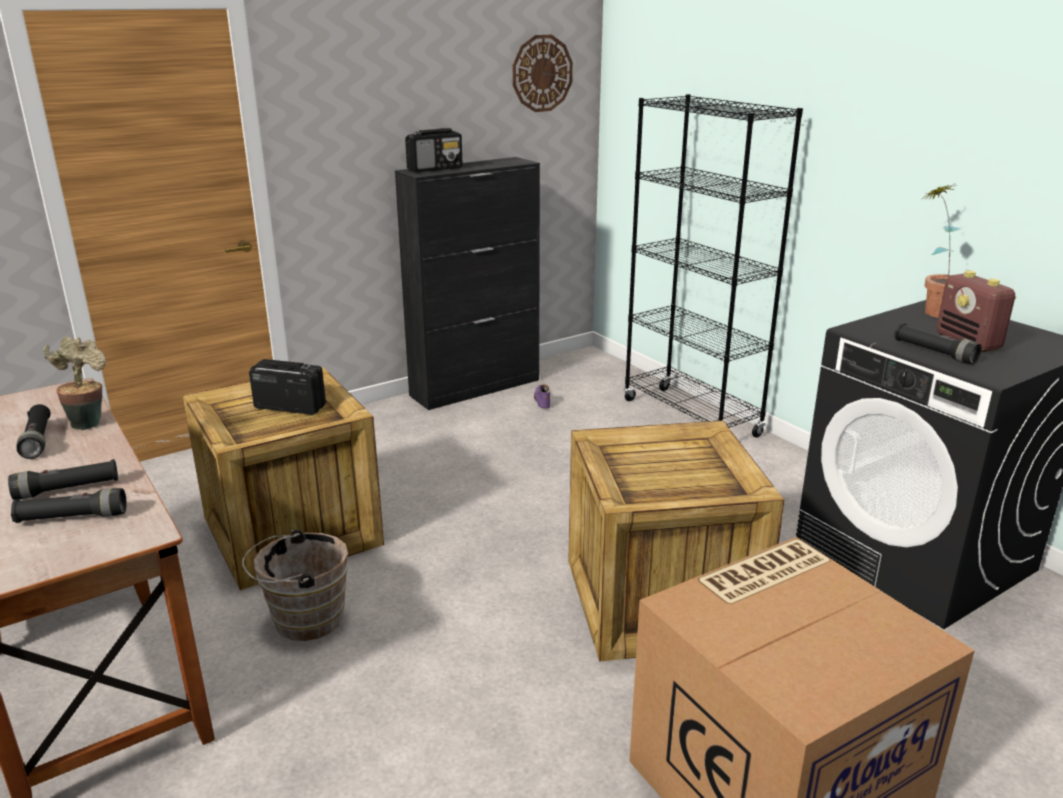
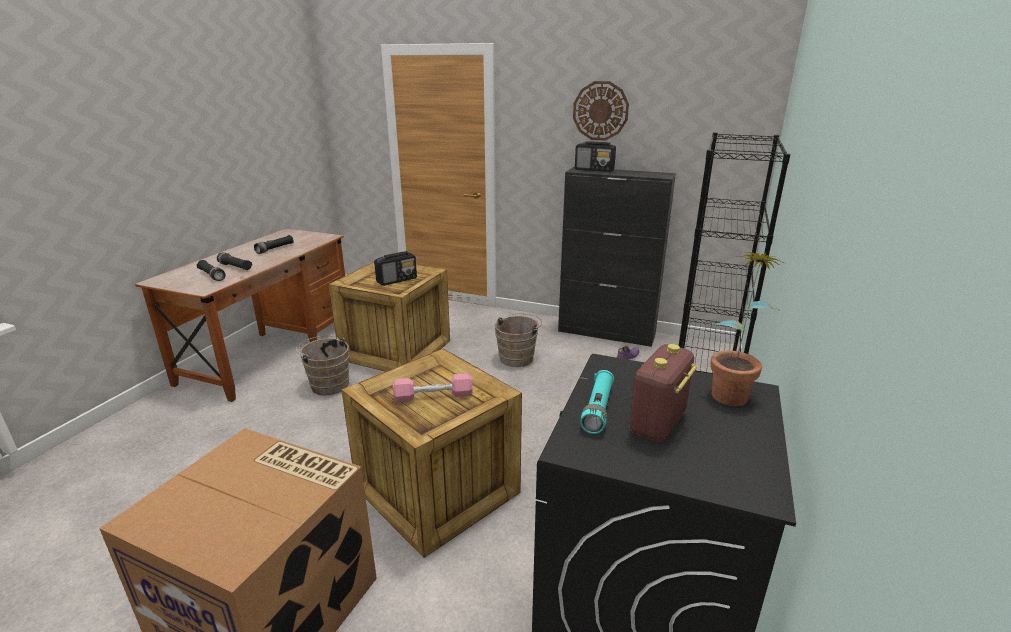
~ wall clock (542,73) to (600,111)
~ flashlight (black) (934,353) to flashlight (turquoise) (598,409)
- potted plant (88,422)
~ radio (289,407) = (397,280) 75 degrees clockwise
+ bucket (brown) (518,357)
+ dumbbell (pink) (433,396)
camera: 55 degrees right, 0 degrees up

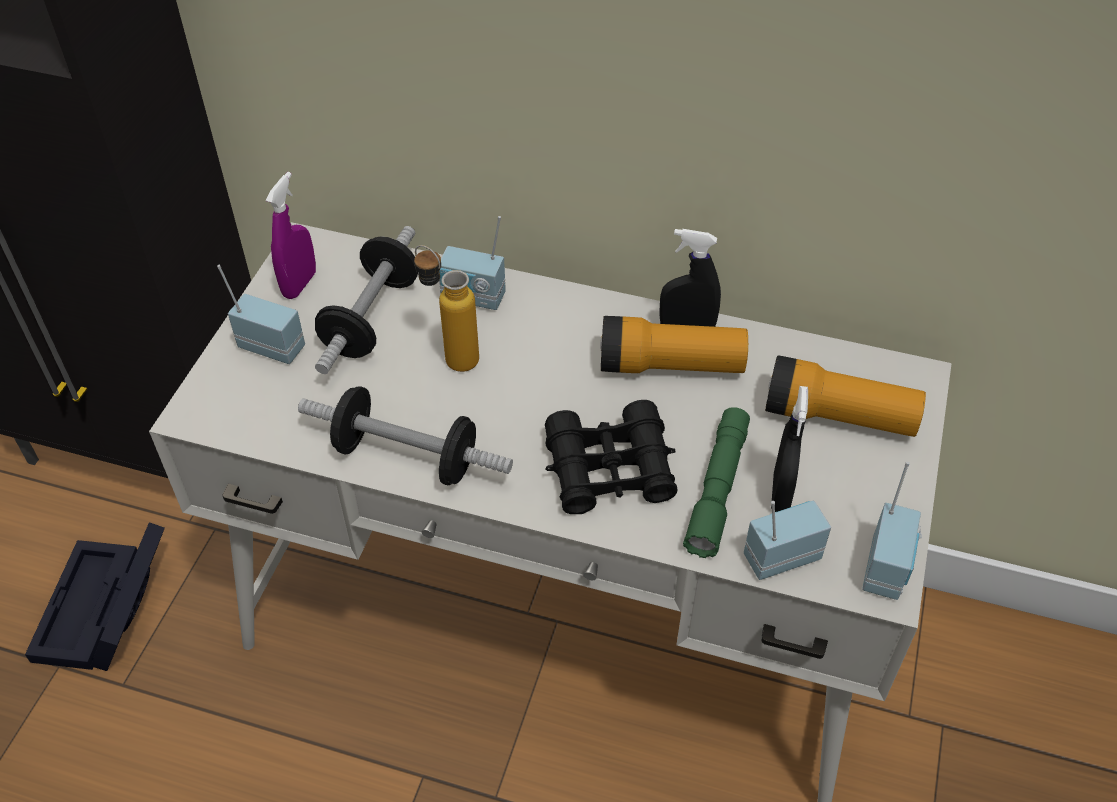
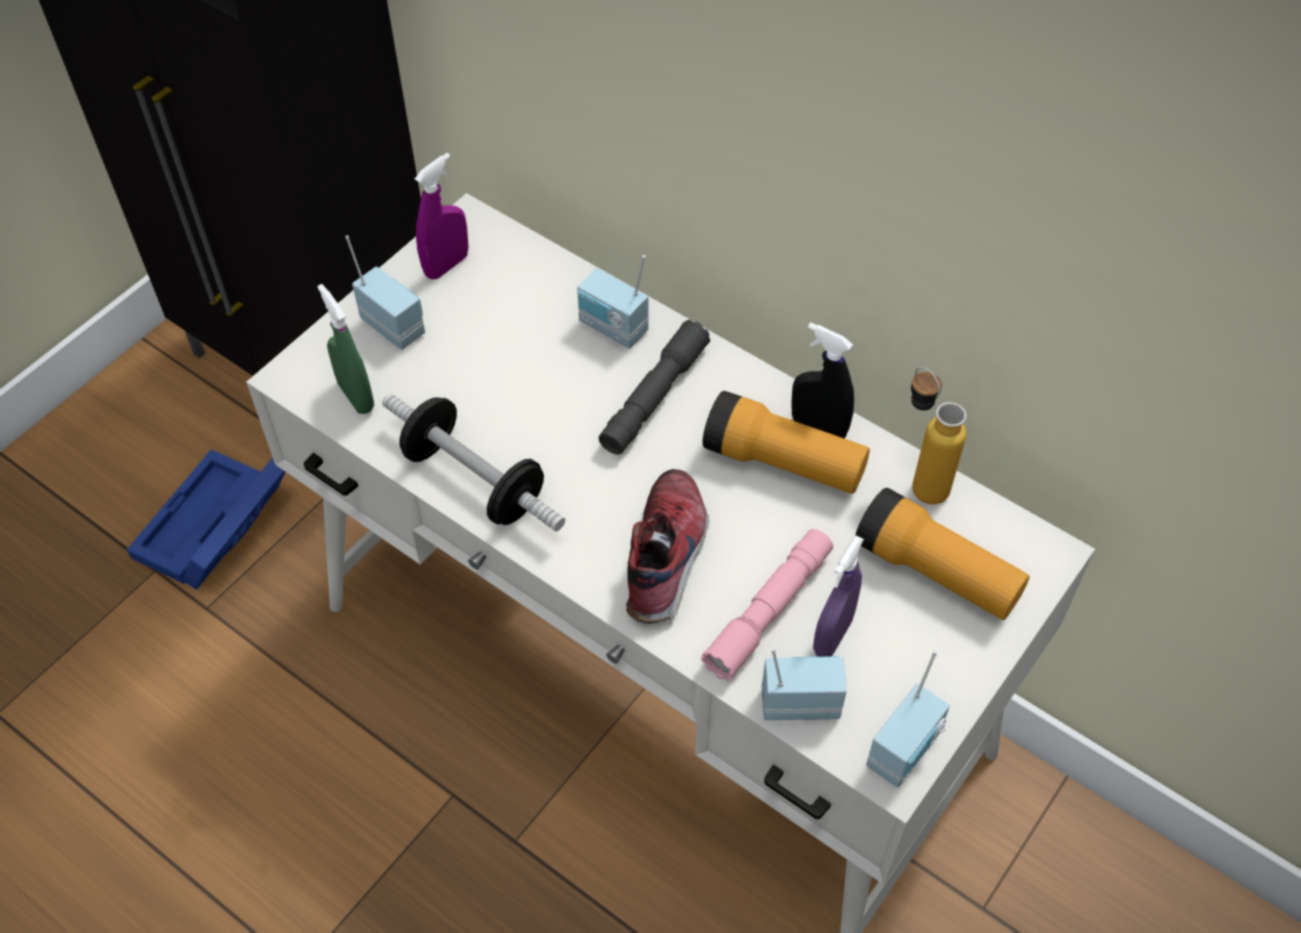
- dumbbell (371,318)
~ bottle (450,355) to (919,480)
~ spray bottle (black) (780,493) to spray bottle (purple) (832,636)
~ binoculars (black) (610,469) to shoe (668,556)
~ flashlight (green) (717,489) to flashlight (pink) (768,611)
~ storage box (black) (106,613) to storage box (blue) (215,531)
+ spray bottle (green) (356,396)
+ flashlight (grey) (654,397)
camera: 20 degrees right, 5 degrees up

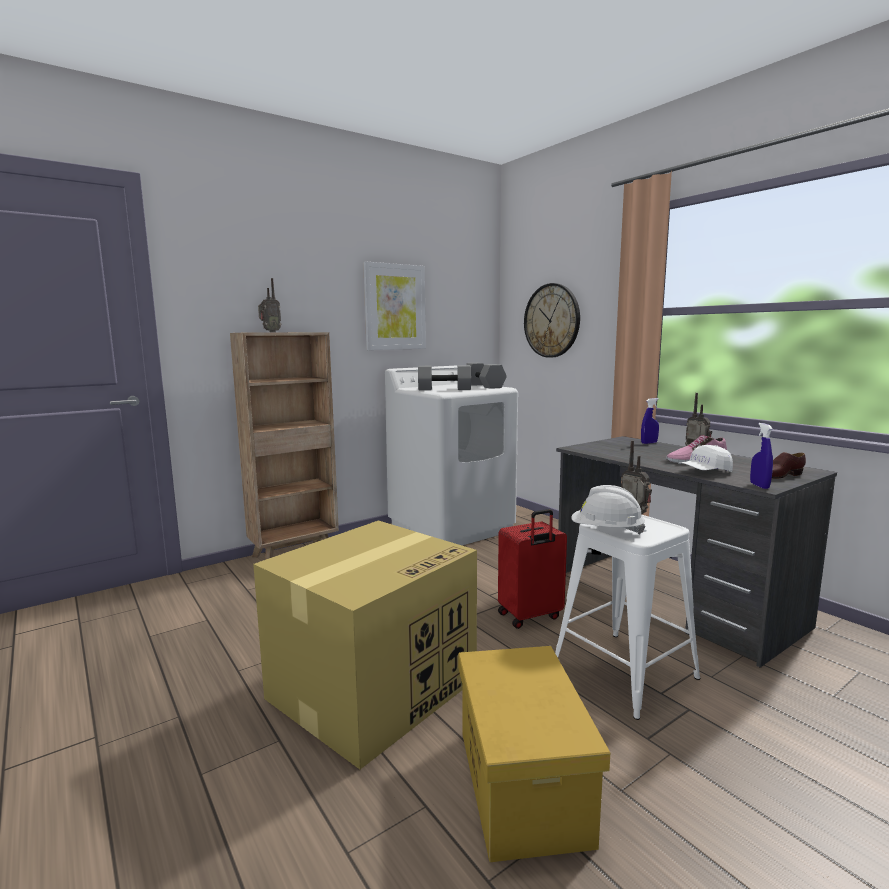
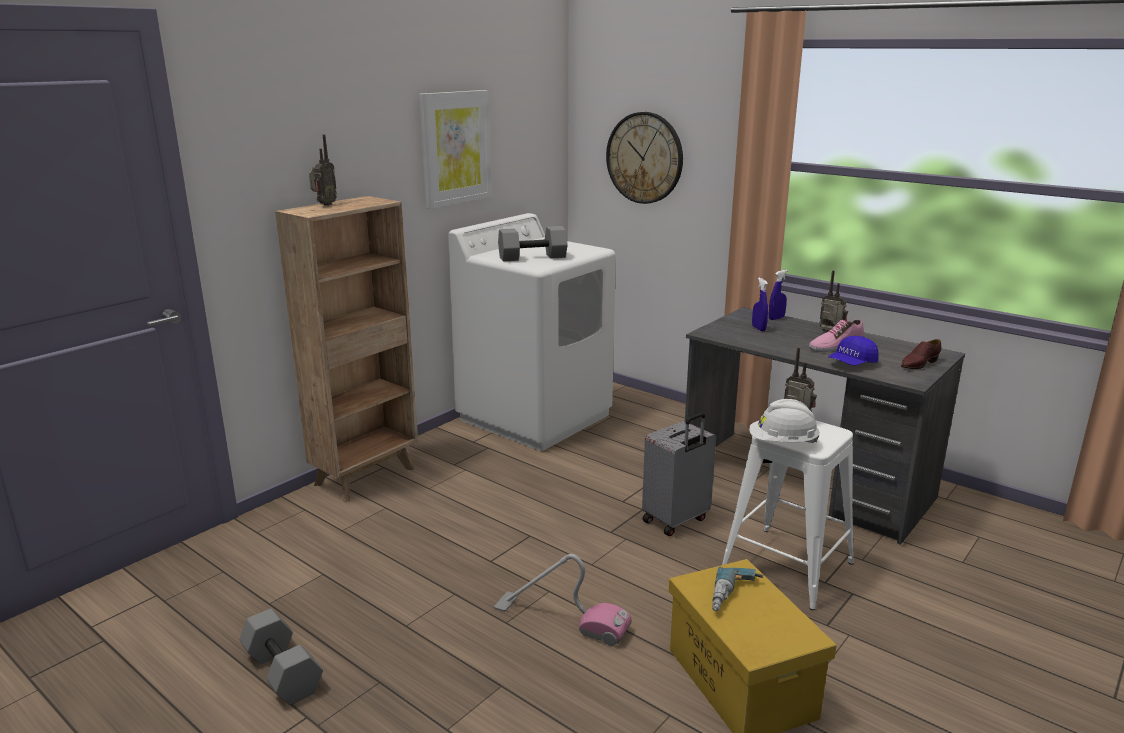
~ dumbbell (grey) (484,386) to (284,672)
~ spray bottle (blue) (759,486) to (758,329)
~ cap (white) (704,472) to cap (blue) (852,364)
~ suitcase (red) (530,616) to suitcase (grey) (676,521)
~ cardboard box (374,687) to vacuum cleaner (561,619)
+ power drill (735,597)
camera: 15 degrees left, 10 degrees up

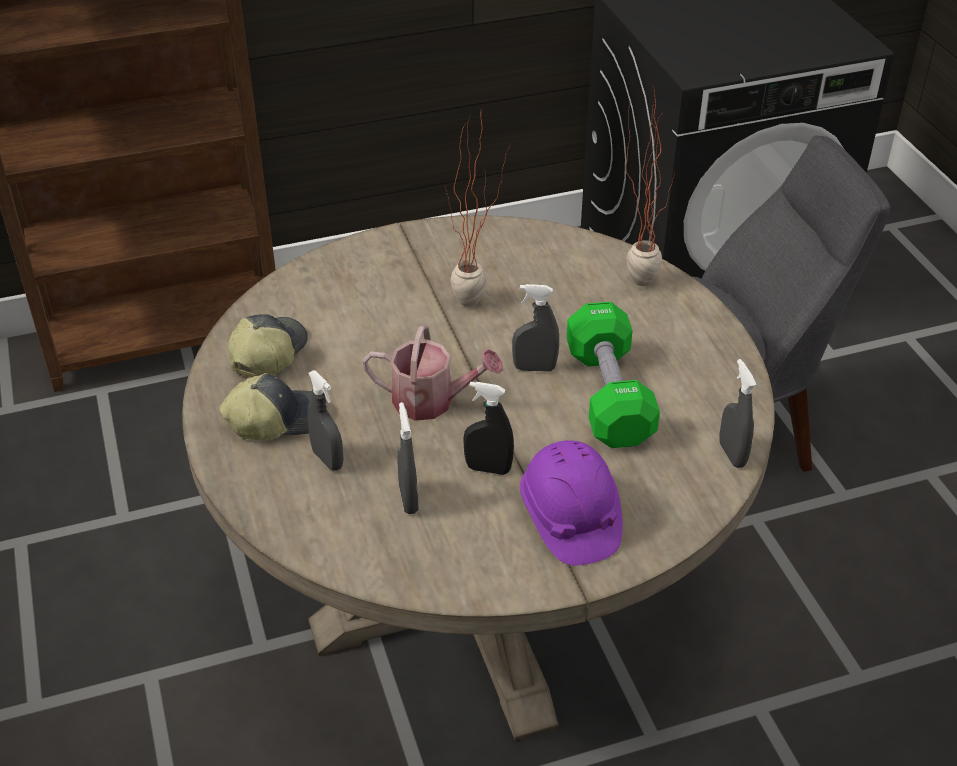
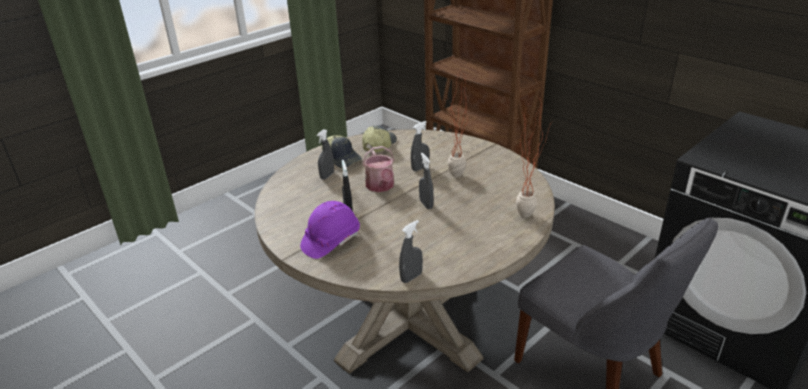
- dumbbell (green) (609,396)
~ cap (267,354) = (378,145) 60 degrees counterclockwise
~ spray bottle (grey) (408,499) to (420,168)
camera: 65 degrees right, 10 degrees down

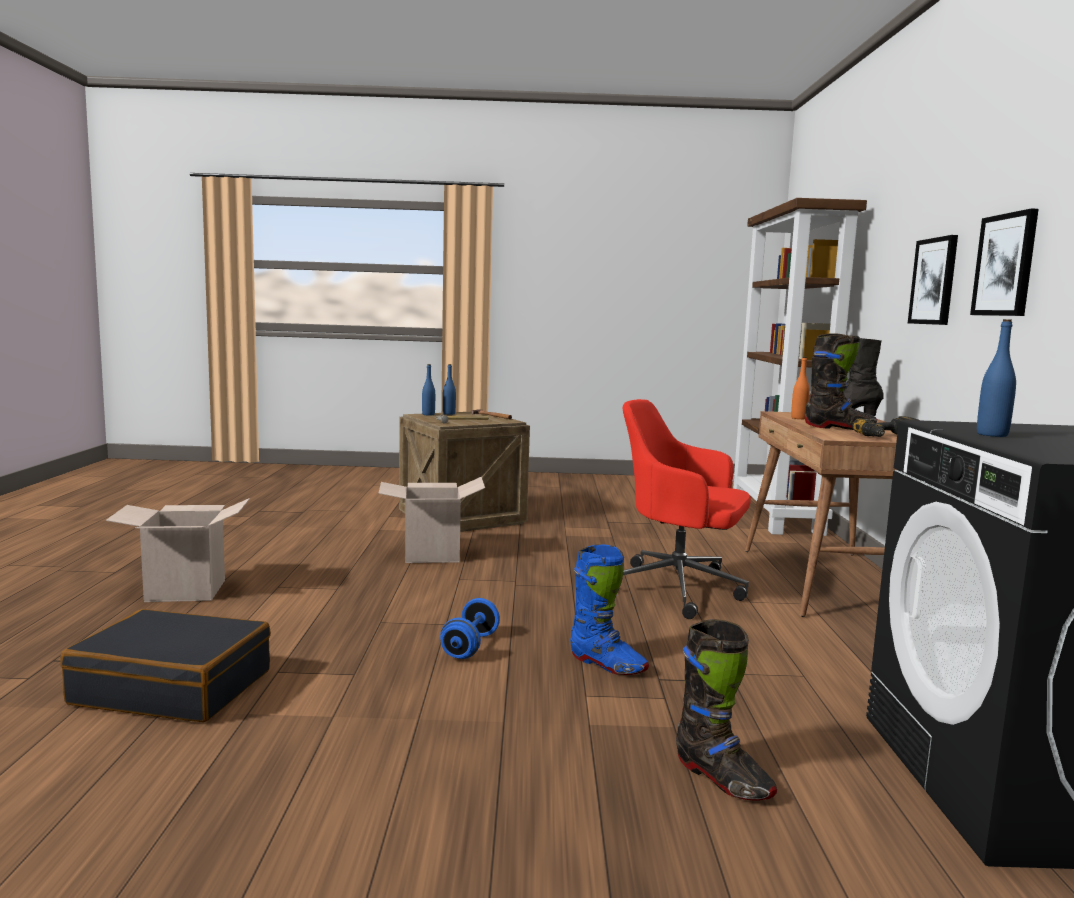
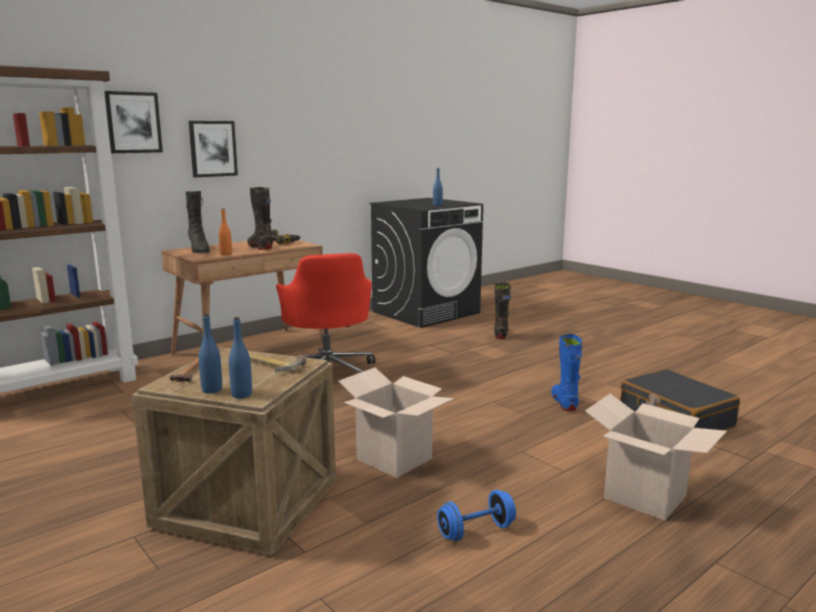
~ picture (1005,265) to (133,122)
~ boot (blue) (607,665) to (564,402)
~ dumbbell (blue) (470,646) to (476,531)
camera: 130 degrees left, 5 degrees up

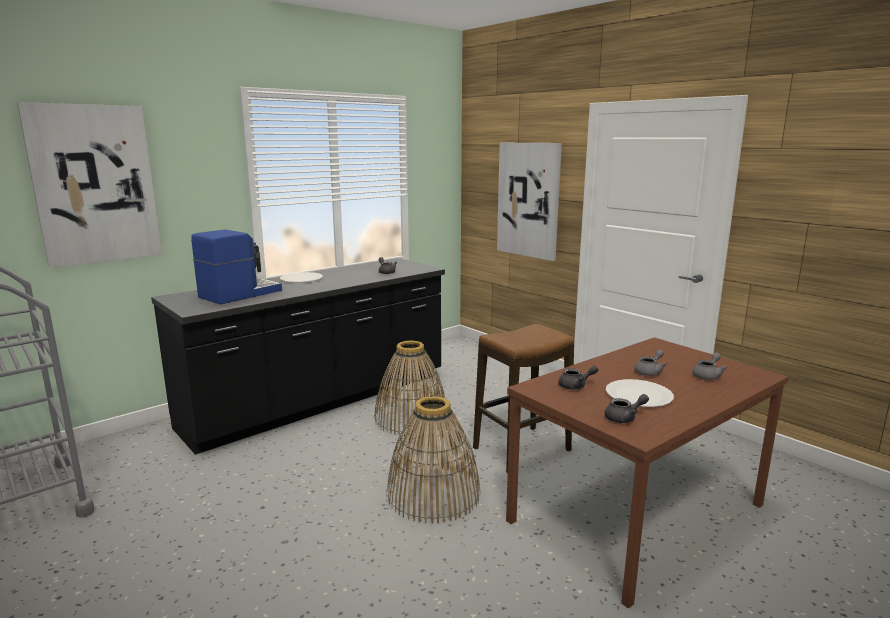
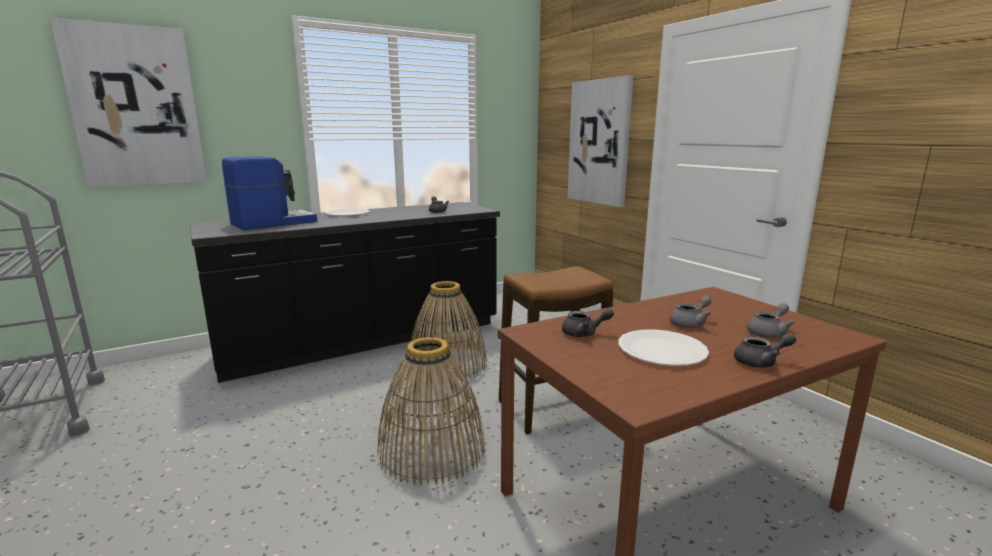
~ teapot (grey) (624,418) to (761,362)
camera: 10 degrees right, 0 degrees up

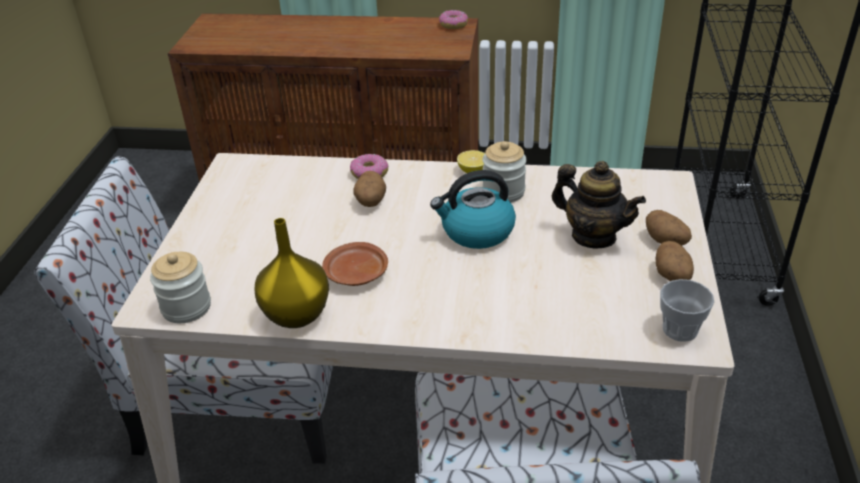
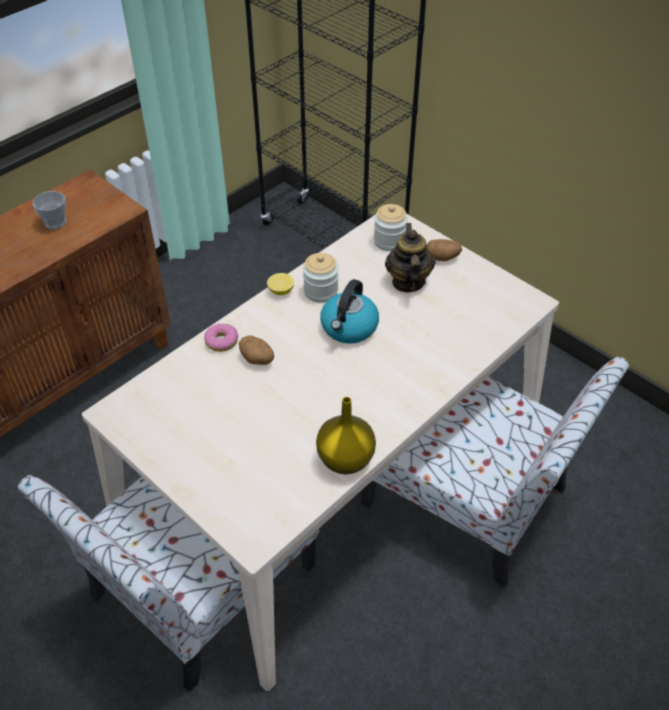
- donut (453,25)
~ teapot (593,236) = (408,282) 75 degrees counterclockwise
- potato (672,276)
- plate (brown) (356,274)
~ jar (186,307) to (389,241)
~ cup (680,329) to (55,222)
camera: 55 degrees left, 10 degrees up

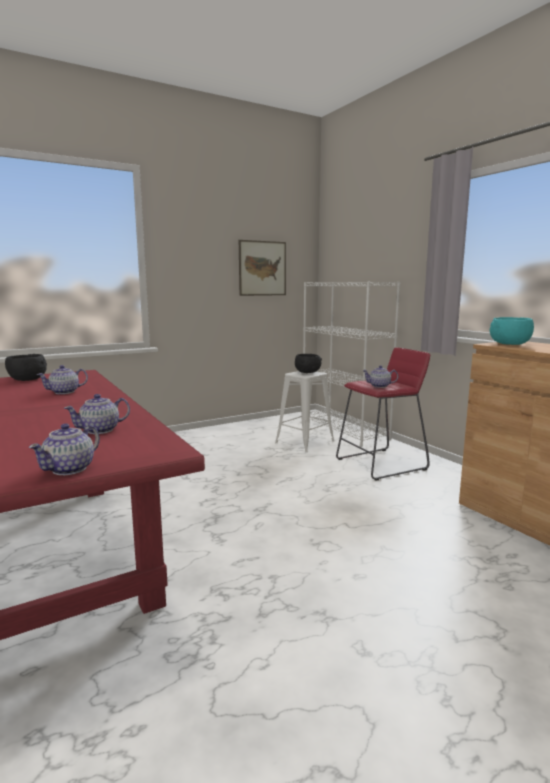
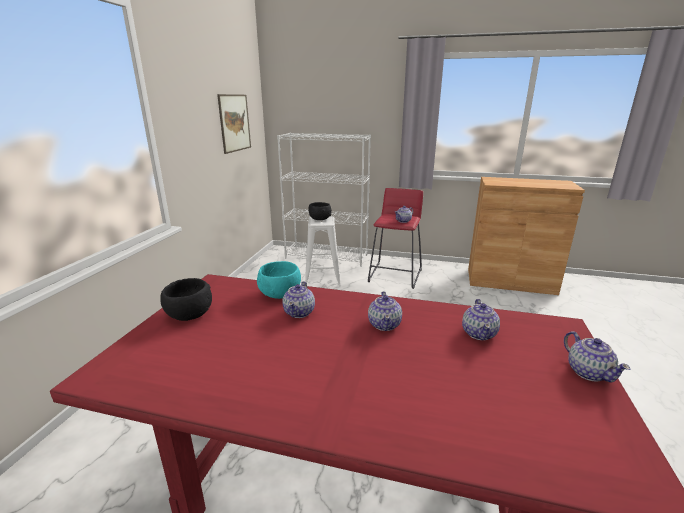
~ bowl (turquoise) (509,344) to (280,294)
+ teapot (384,324)
camera: 45 degrees left, 10 degrees up

